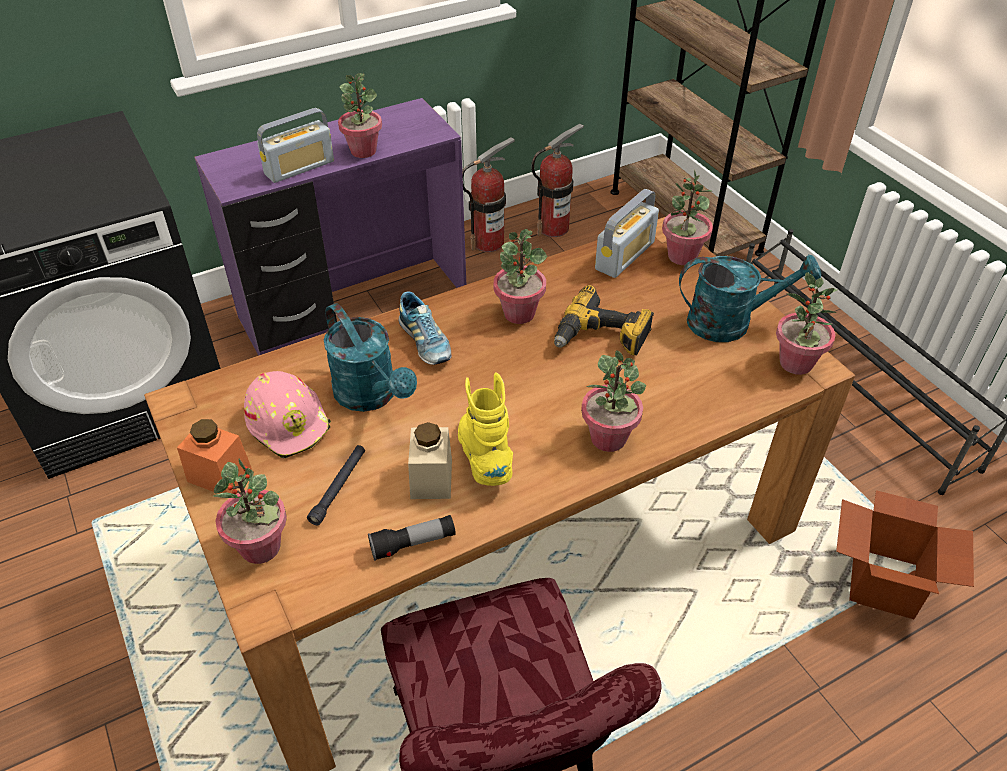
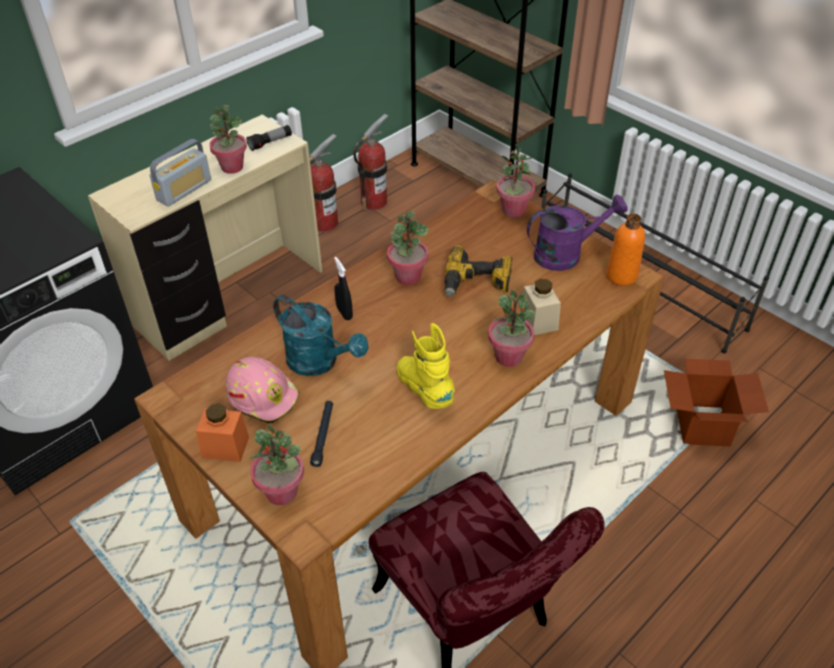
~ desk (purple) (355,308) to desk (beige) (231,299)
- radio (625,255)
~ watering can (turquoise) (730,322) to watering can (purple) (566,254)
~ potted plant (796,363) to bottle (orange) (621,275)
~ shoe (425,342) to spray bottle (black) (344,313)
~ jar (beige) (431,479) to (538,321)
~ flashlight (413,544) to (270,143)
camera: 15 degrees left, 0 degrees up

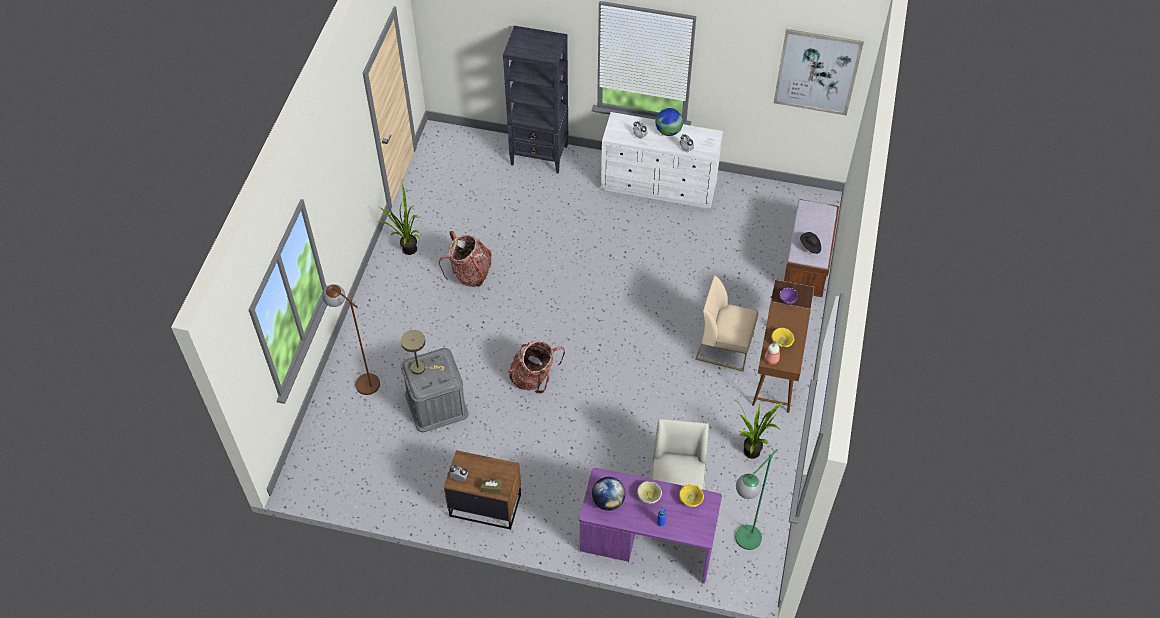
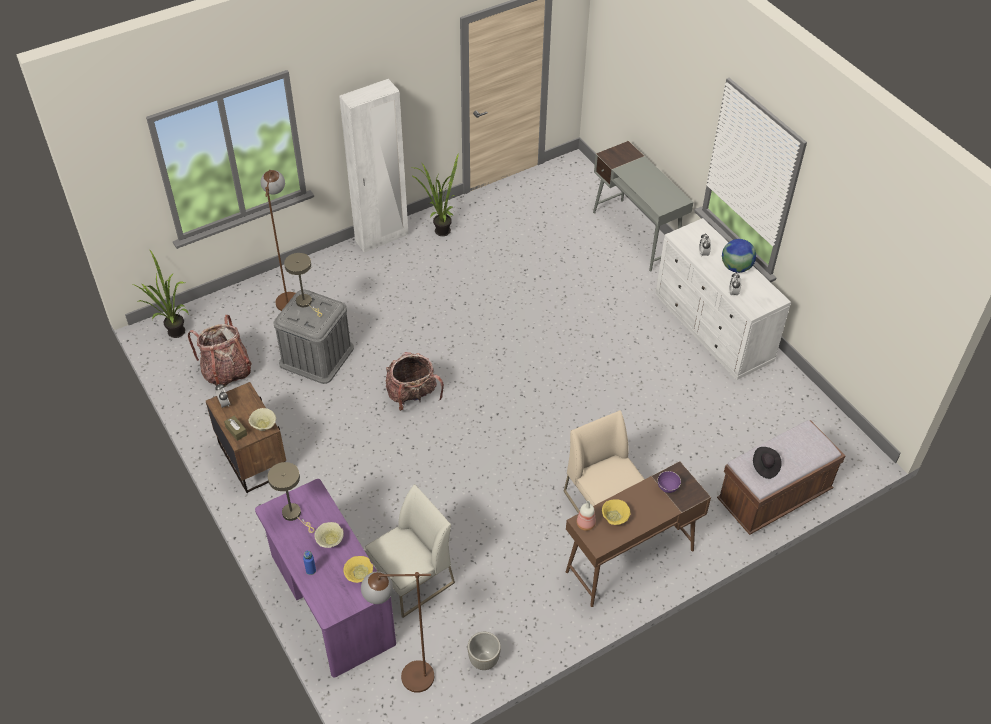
~ bookcase (black) (540,155) to desk (grey) (636,235)
- picture (817,72)
~ backpack (470,274) to (226,371)
~ potted plant (752,455) to (173,334)
~ floor lamp (green) (742,544) to floor lamp (brown) (405,677)
~ globe (608,501) to table lamp (beige) (294,515)
+ wardrobe (white) (382,238)
+ bowl (beige) (264,425)
+ planter (grey) (484,660)
camera: 45 degrees right, 5 degrees down

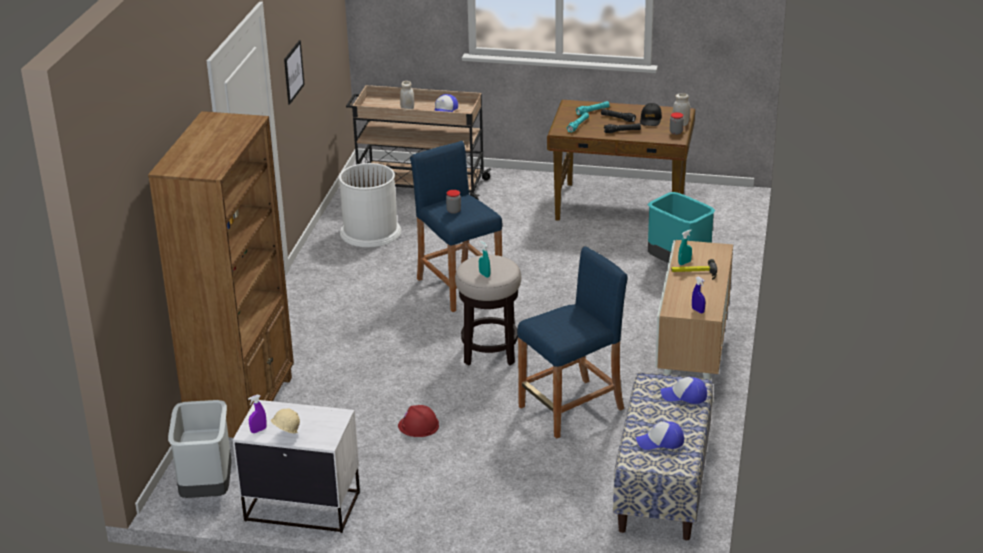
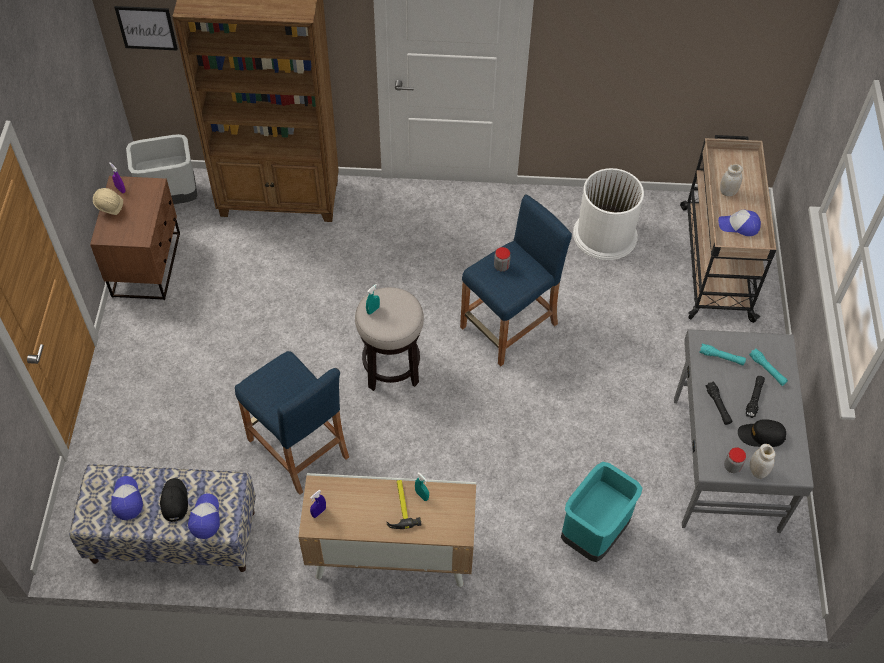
~ picture (293,72) to (146,27)
~ desk (brown) (621,207) to desk (grey) (723,464)
~ nightstand (white) (302,506) to nightstand (brown) (147,264)
- hard hat (red) (418,426)
+ cap (black) (174,501)
camera: 80 degrees right, 25 degrees up

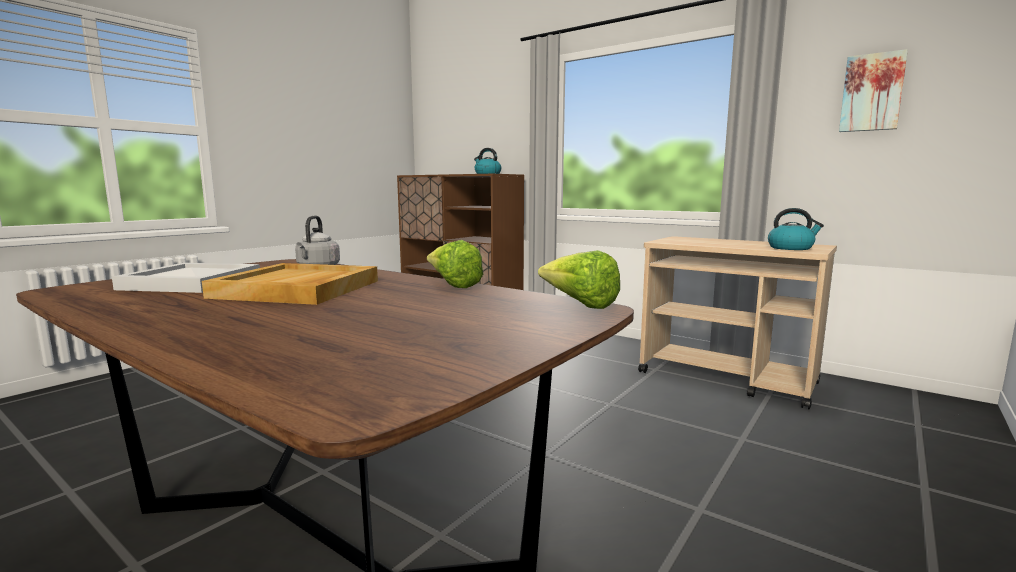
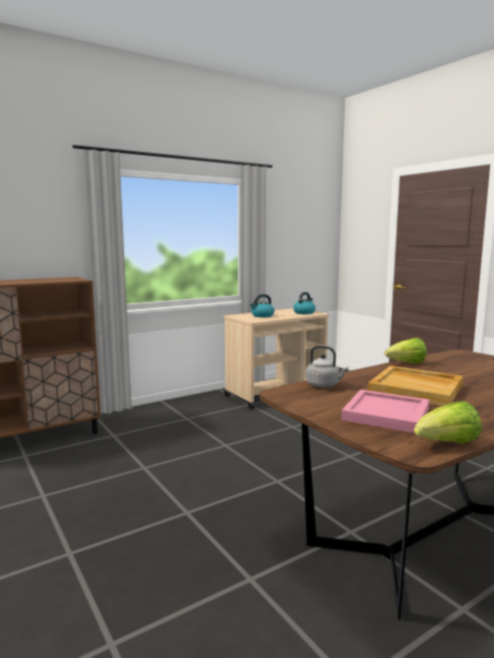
- picture (872,93)
~ kettle (487,174) to (262,316)
~ lettuce (579,305) to (446,444)
~ tray (white) (192,283) to tray (pink) (387,414)
camera: 70 degrees left, 0 degrees up

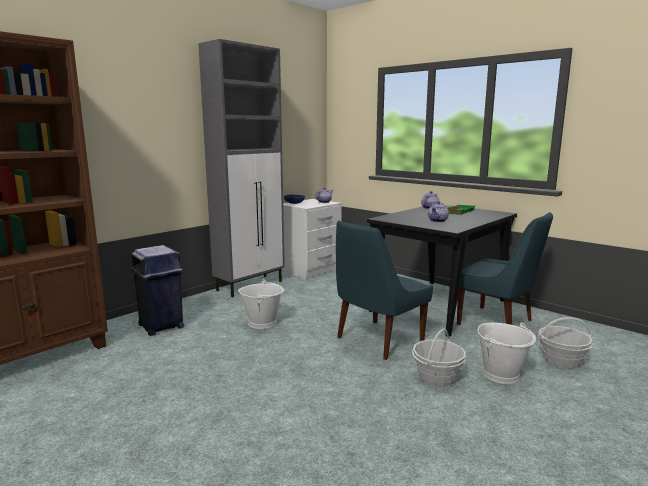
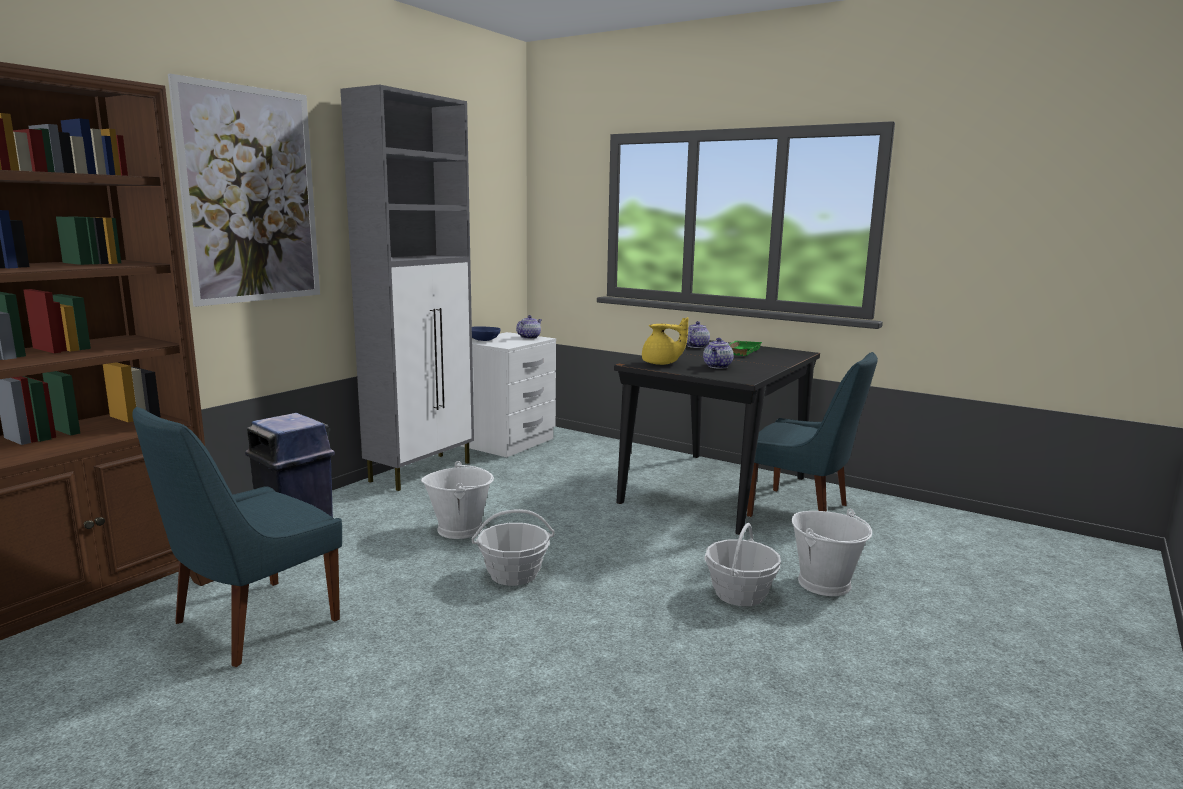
~ chair (blue) (377,340) to (251,624)
~ basket (561,361) to (514,574)
+ picture (251,196)
+ teapot (yellow) (661,364)
camera: 10 degrees left, 0 degrees up

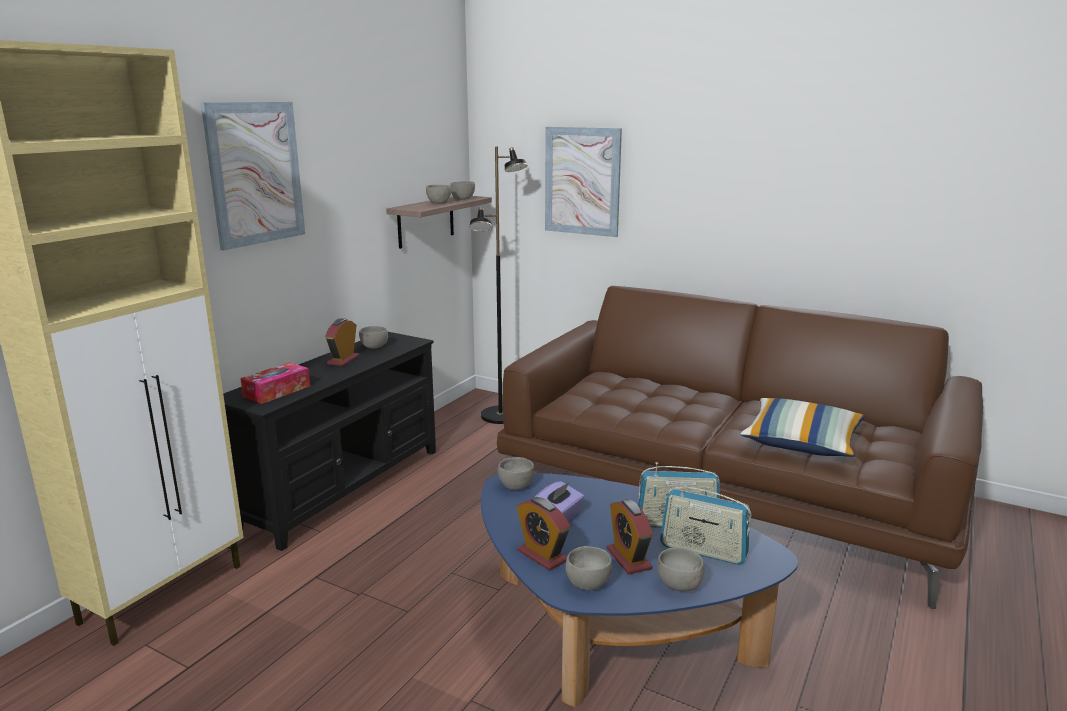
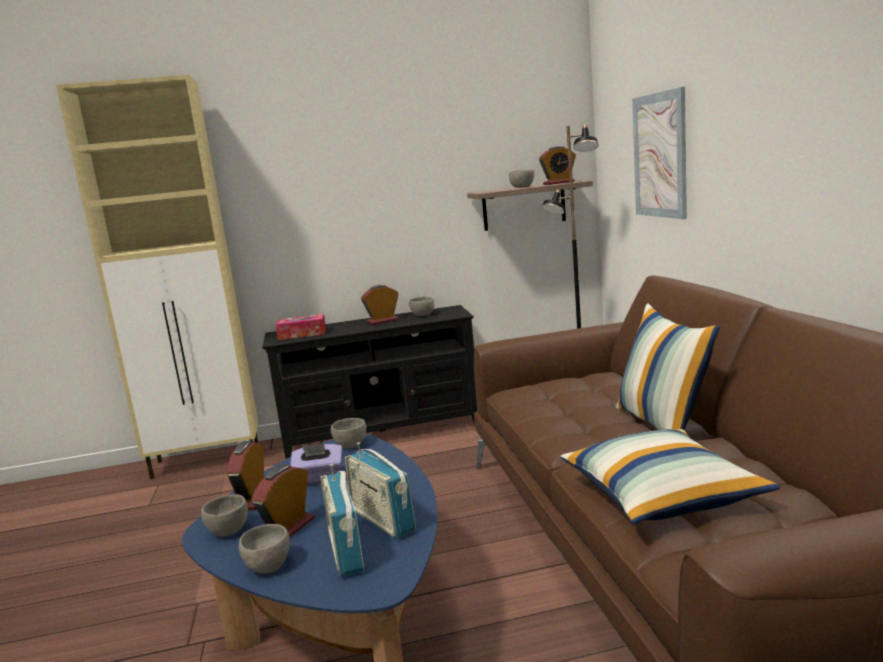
- picture (255,173)
~ bowl (grey) (462,199) to alarm clock (558,183)
+ pillow (663,424)
camera: 50 degrees right, 5 degrees down

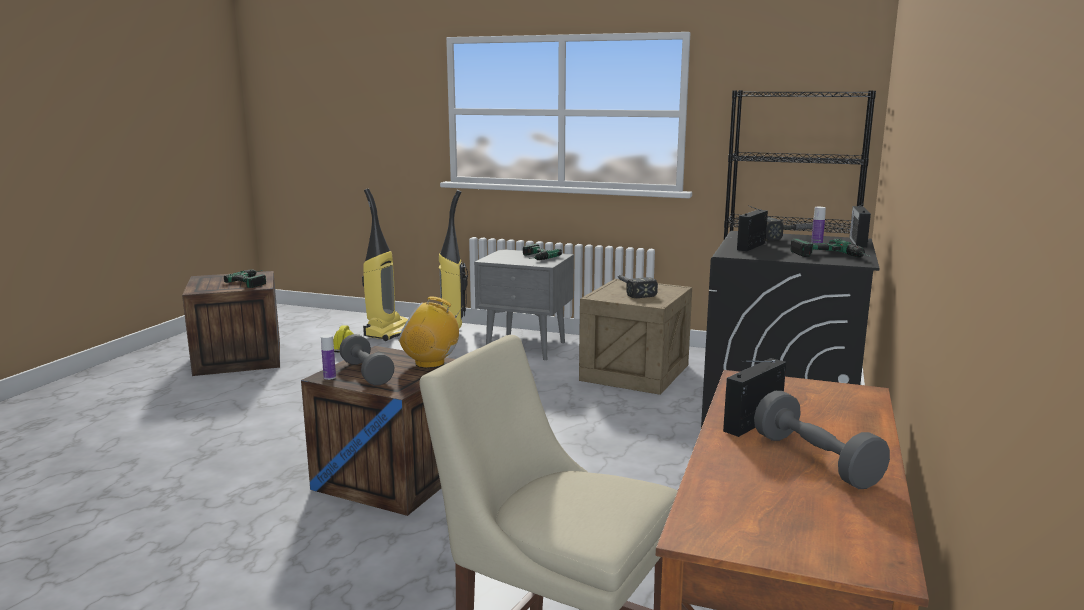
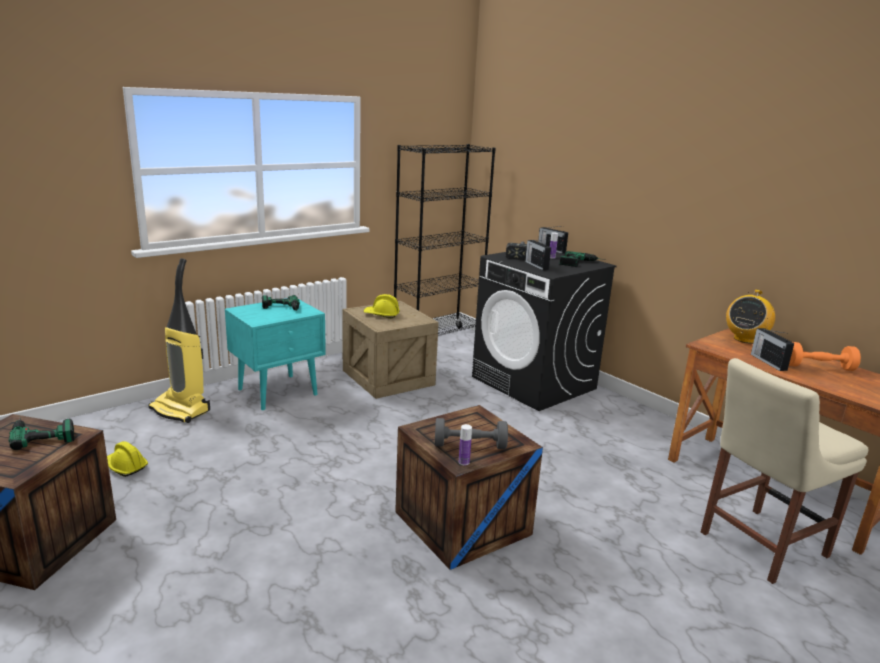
- vacuum cleaner (389,332)
~ nightstand (grey) (527,347) to nightstand (turquoise) (279,391)
~ hammer (631,290) to hard hat (yellow) (381,315)
~ radio (430,363) to (745,339)
~ dumbbell (grey) (815,460) to dumbbell (orange) (818,367)
camera: 60 degrees left, 5 degrees up

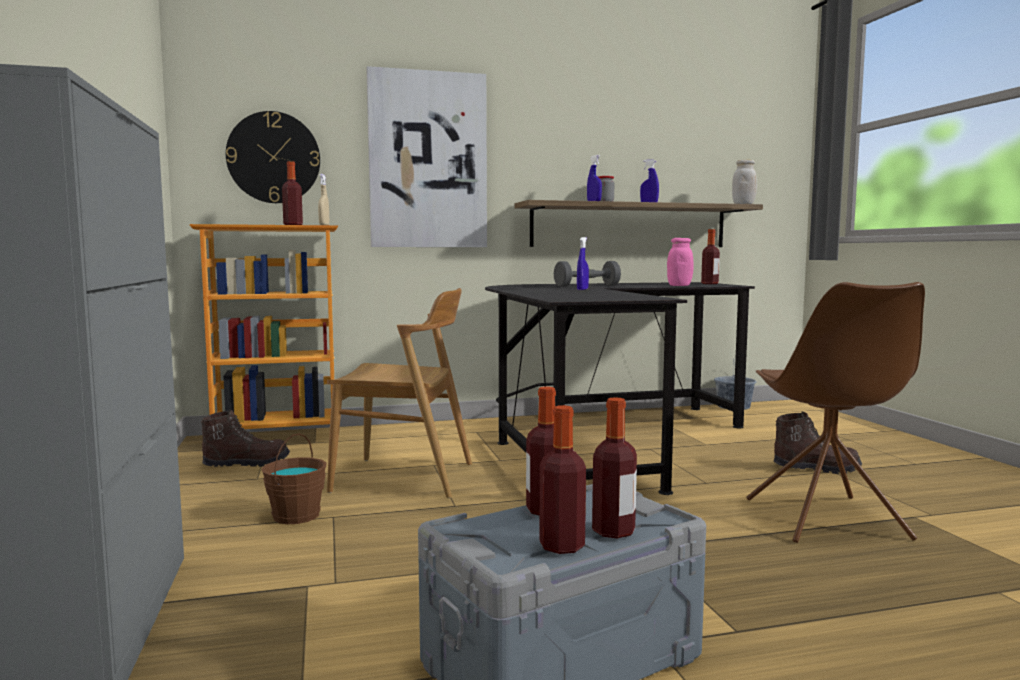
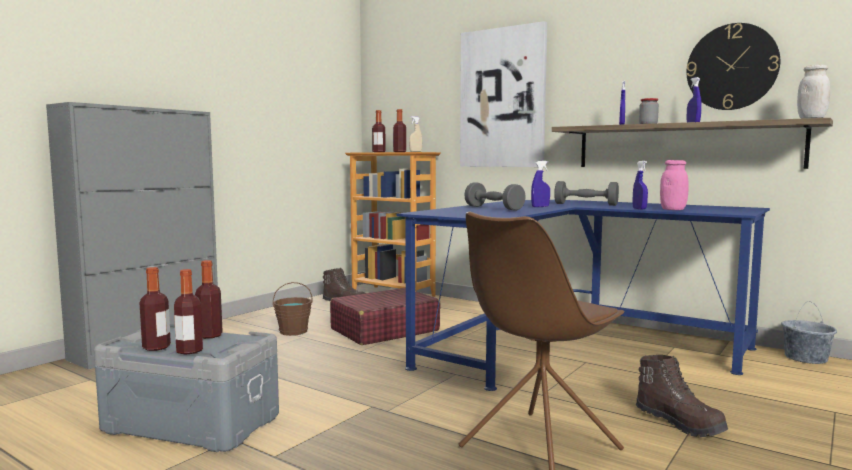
~ wall clock (273,157) to (732,67)
~ bottle (709,284) to (378,152)
~ desk (black) (601,439) to desk (blue) (571,345)
~ chair (brown) (404,477) to suitcase (red) (384,330)
+ spray bottle (blue) (639,209)
+ dumbbell (grey) (493,208)
camera: 50 degrees right, 0 degrees up

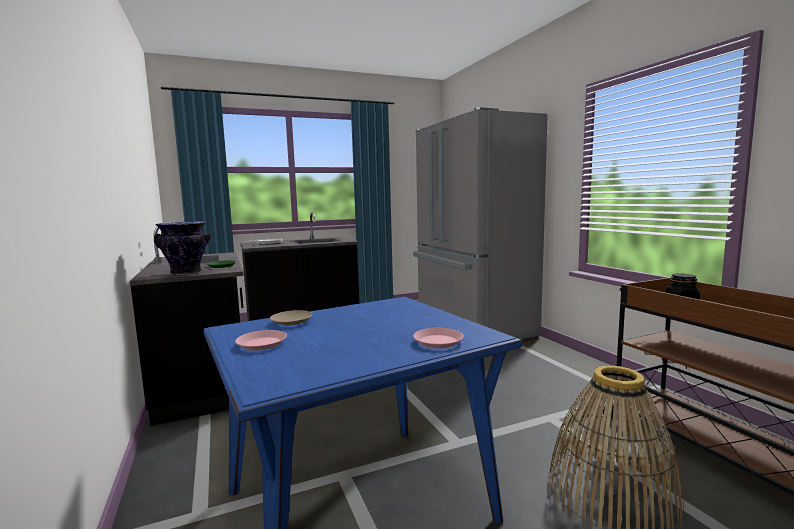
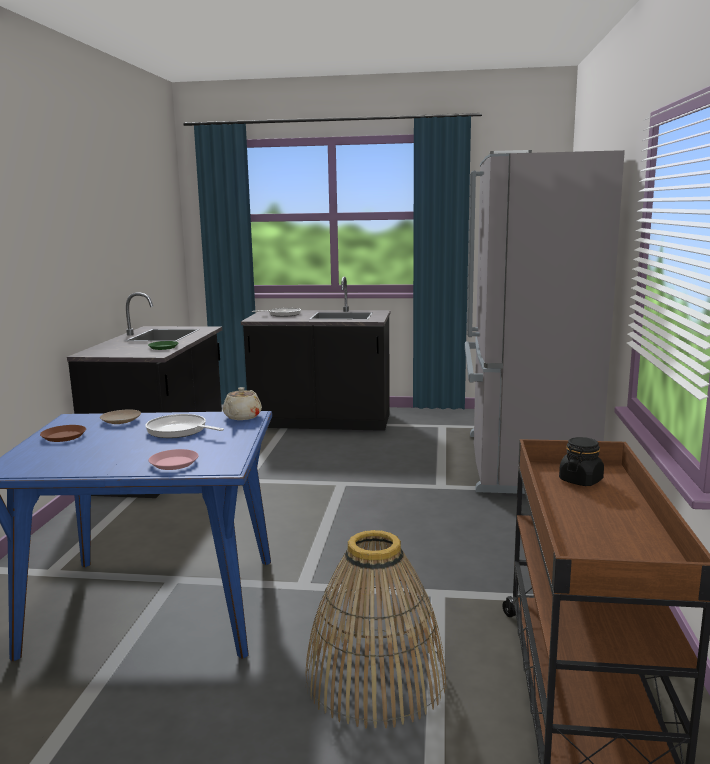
- vase (186,273)
~ plate (pink) (261,344) to plate (brown) (63,436)
+ teapot (beige) (242,417)
+ frying pan (179,431)
camera: 30 degrees right, 5 degrees up

